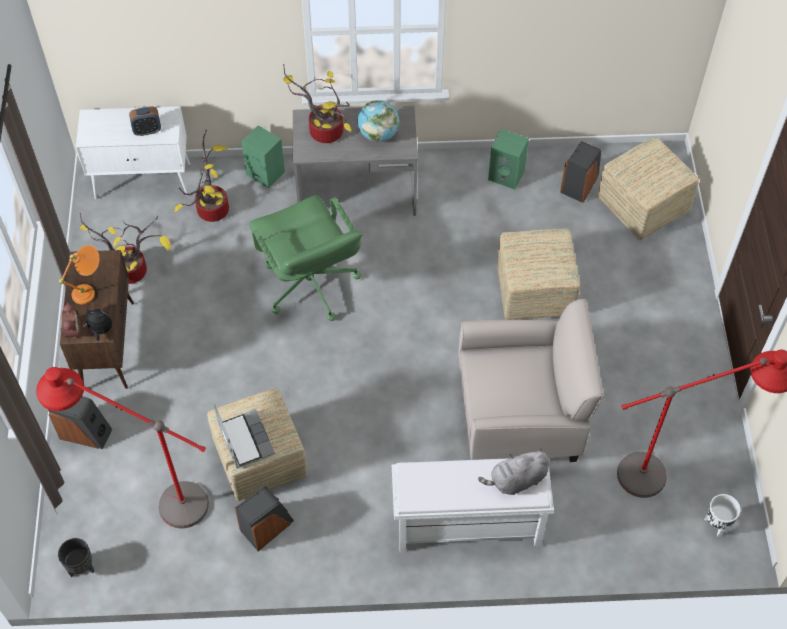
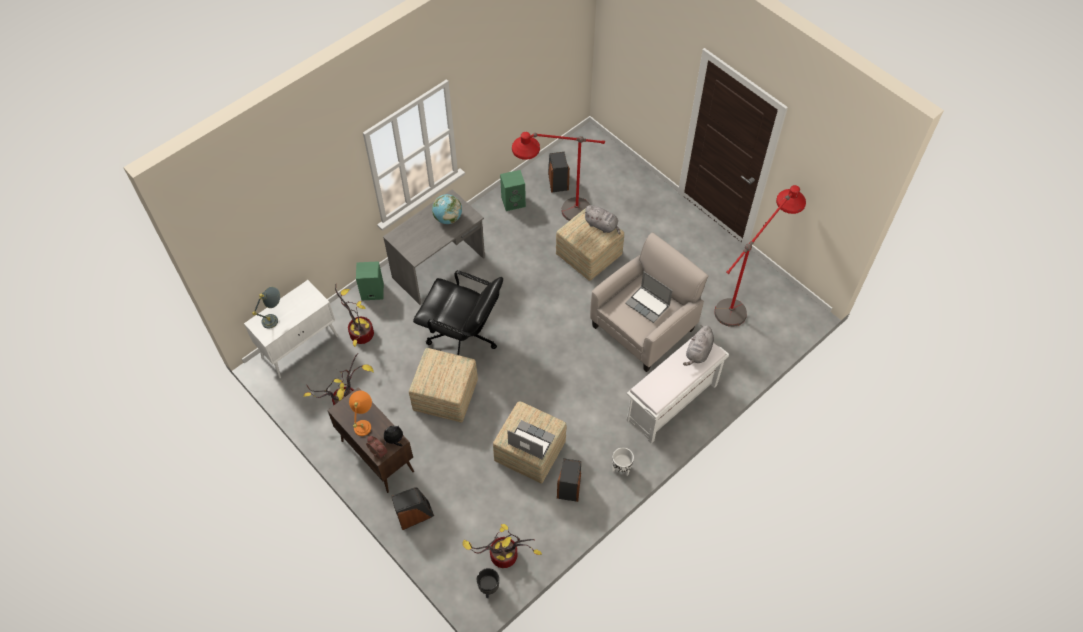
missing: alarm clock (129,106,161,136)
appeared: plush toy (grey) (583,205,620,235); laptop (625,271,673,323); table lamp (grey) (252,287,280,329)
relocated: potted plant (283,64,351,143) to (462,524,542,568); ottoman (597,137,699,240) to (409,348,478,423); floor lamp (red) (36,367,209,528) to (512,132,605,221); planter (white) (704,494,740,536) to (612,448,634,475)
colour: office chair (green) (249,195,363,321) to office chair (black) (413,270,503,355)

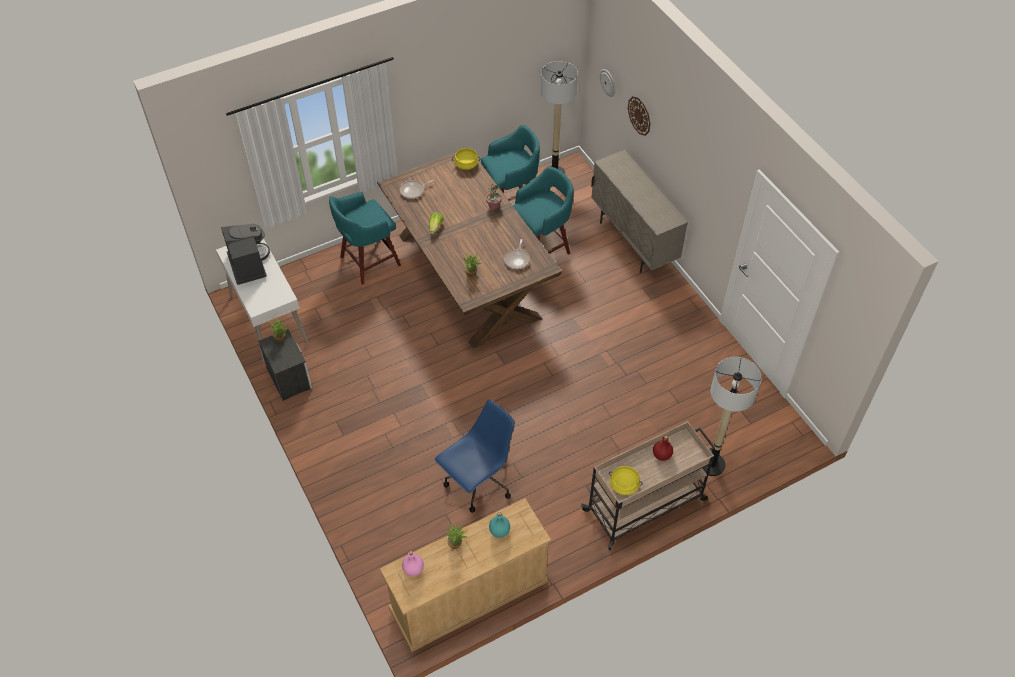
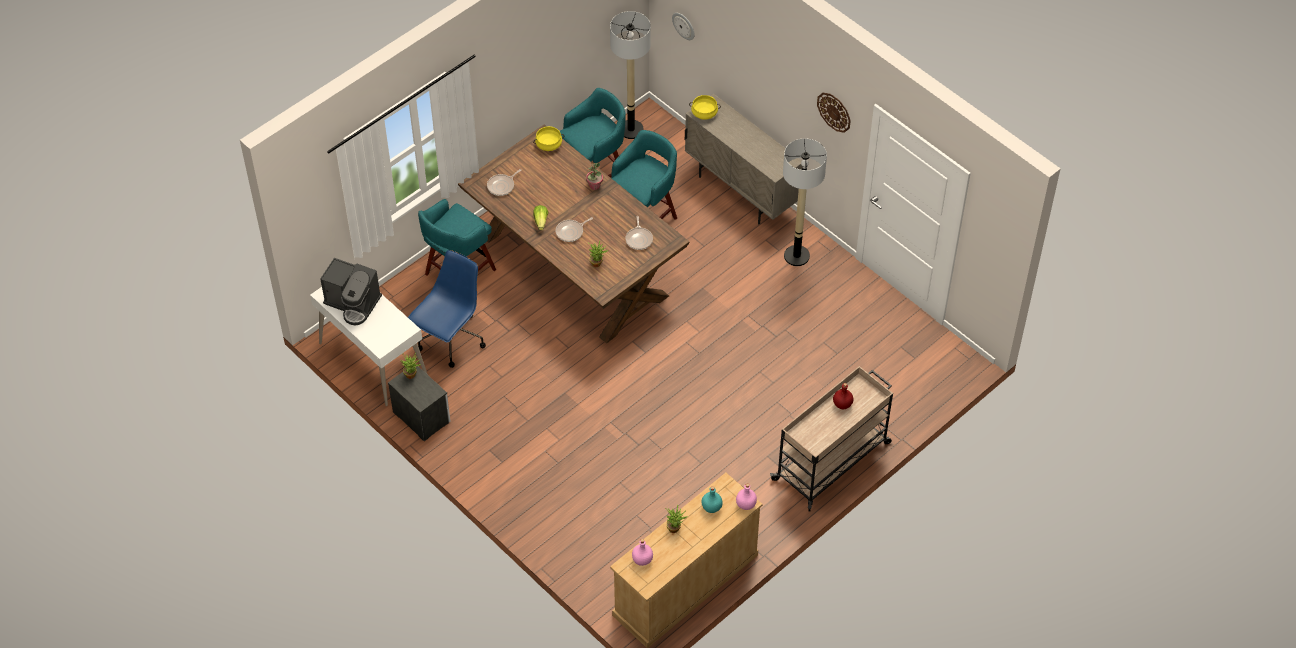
appeared: frying pan (556,217,593,242); bottle (pink) (736,483,757,510)
relocated: wall clock (628,96,650,136) to (817,93,851,133); floor lamp (704,357,762,476) to (783,138,827,266); office chair (blue) (435,400,515,513) to (408,250,486,368); cooking pot (yellow) (609,466,643,495) to (689,95,721,120)
spun: coffee machine (221,224,270,285) = (320,258,382,325) 150 degrees clockwise

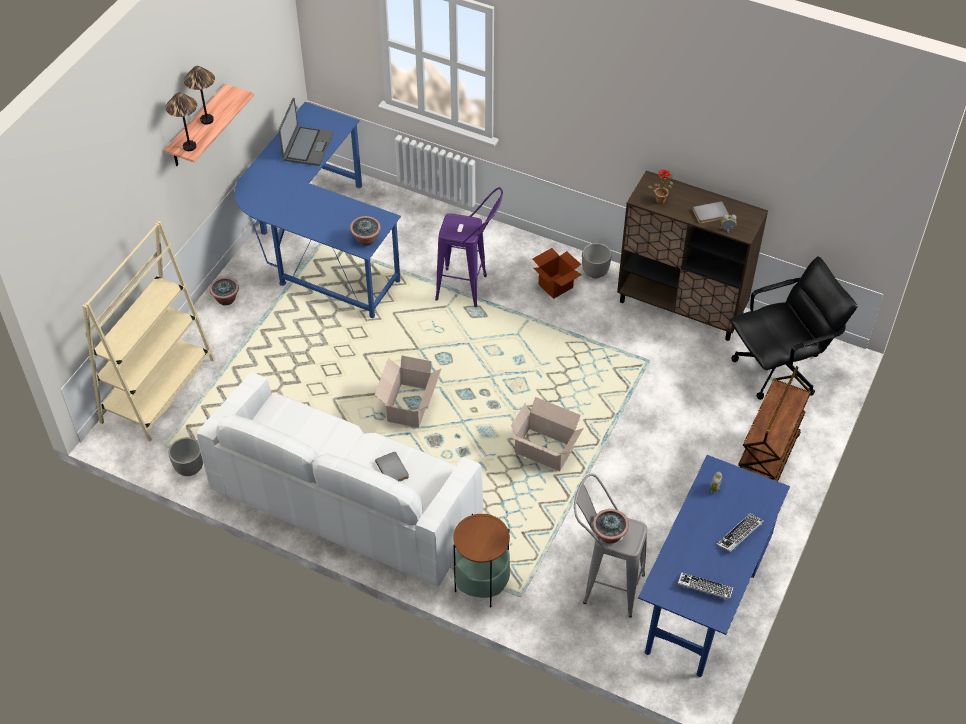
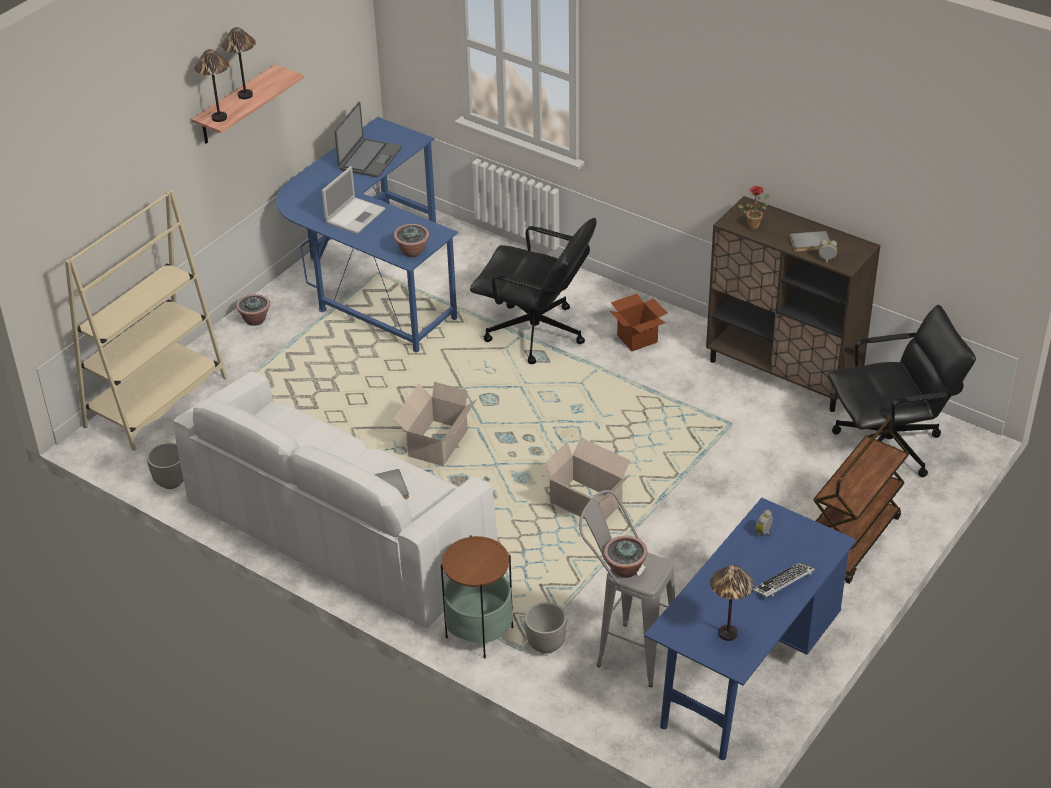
appeared: laptop (322,166,386,234)
relocated: planter (582,243,612,279) to (524,602,567,654)
exchanged: stool (purple) (435,187,503,307) to office chair (black) (470,218,597,364); keyboard (678,572,733,600) to table lamp (710,565,754,641)

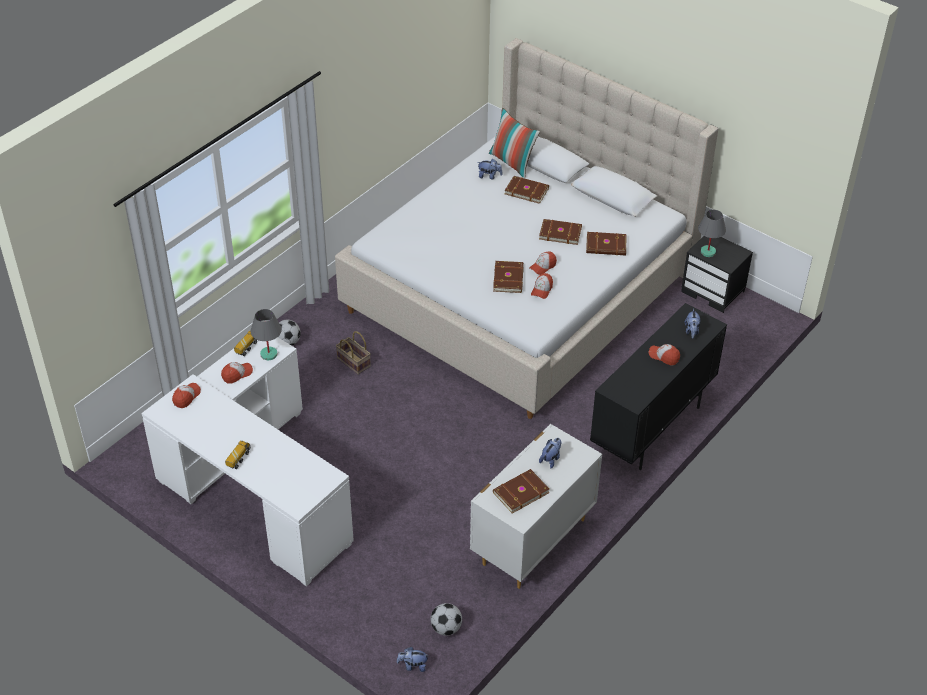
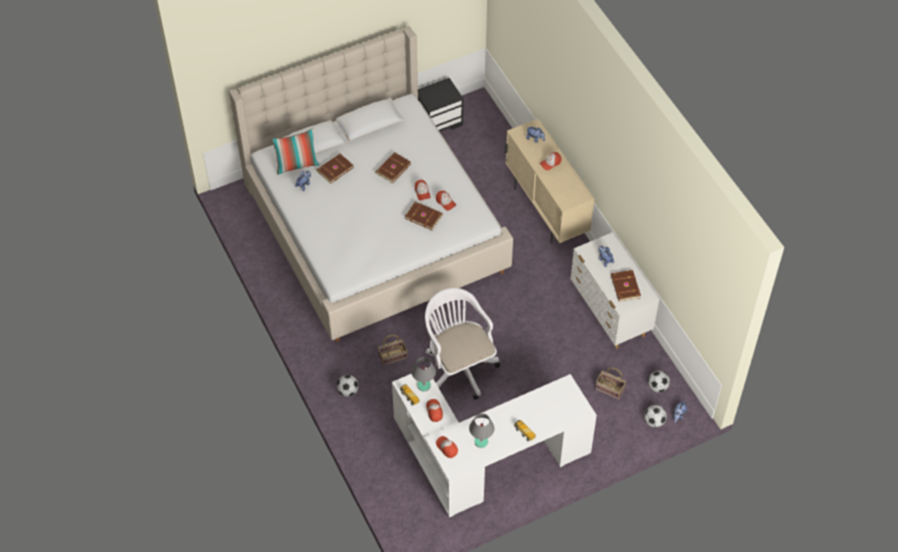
missing: book (brown) (586,232,626,255)
appeared: office chair (white) (425,288,500,400); basket (595,368,626,400); football (644,405,667,428)
relocated: table lamp (grey) (698,210,726,257) to (469,413,494,448)
colour: cabinet (black) (590,303,727,470) to cabinet (beige) (505,119,594,244)

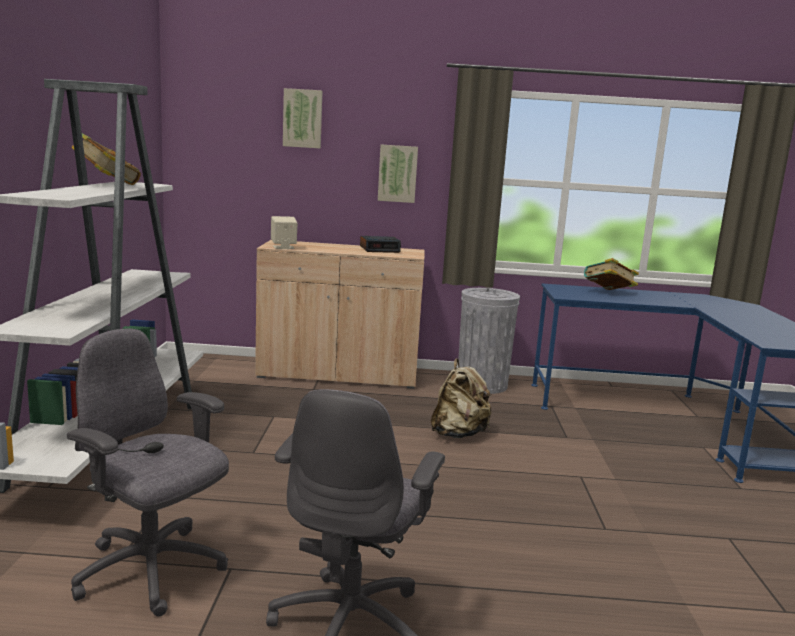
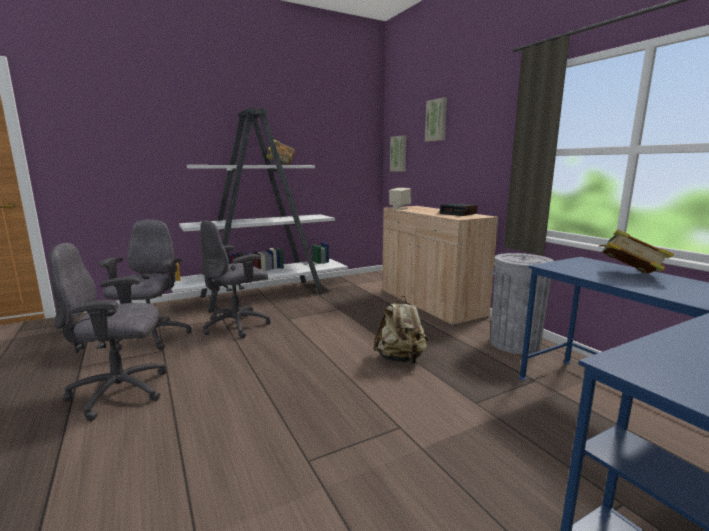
appeared: office chair (grey) (200,220,271,338)
relocated: picture (378,144,418,203) to (390,135,406,172)

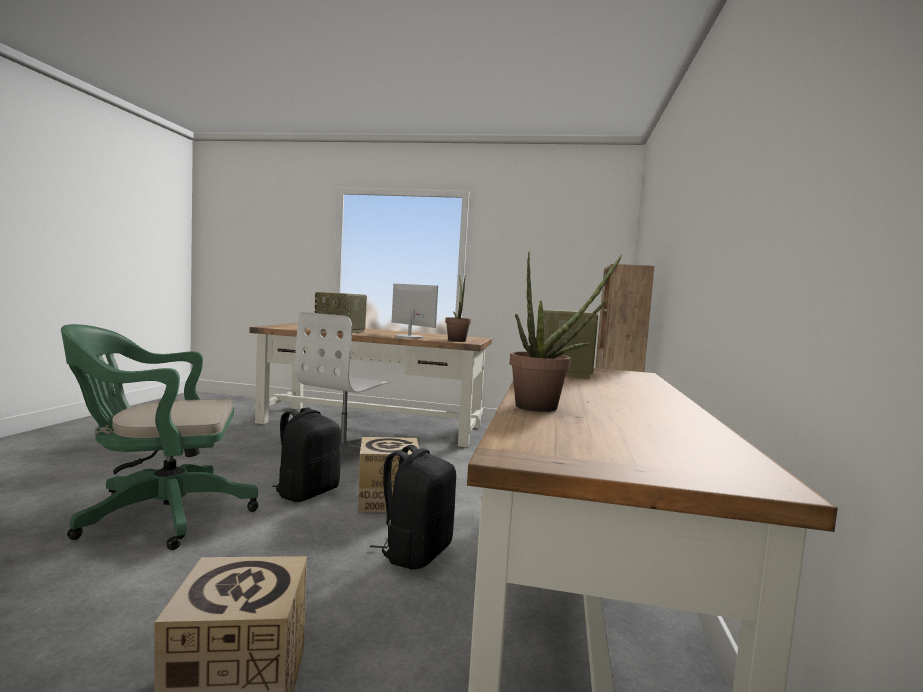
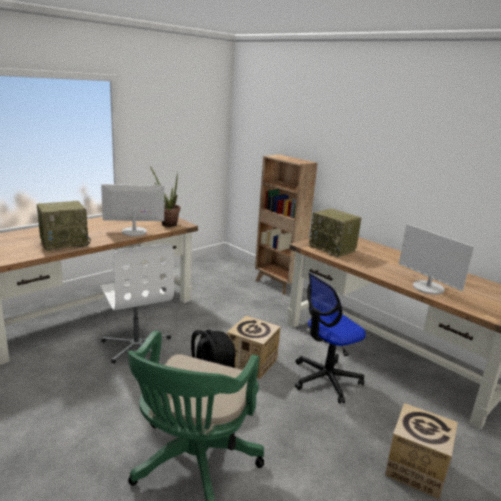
exchanged: potted plant (509,252,622,412) to monitor (399,224,474,294); backpack (black) (370,445,456,569) to office chair (295,273,366,404)

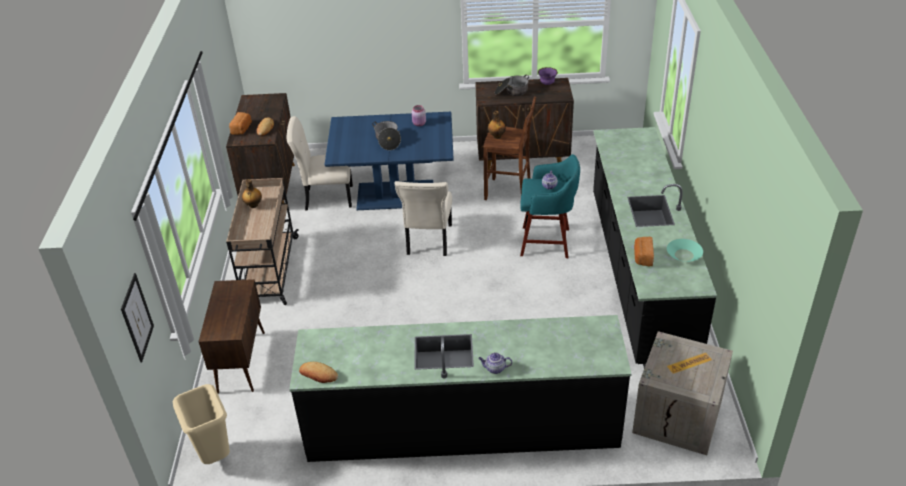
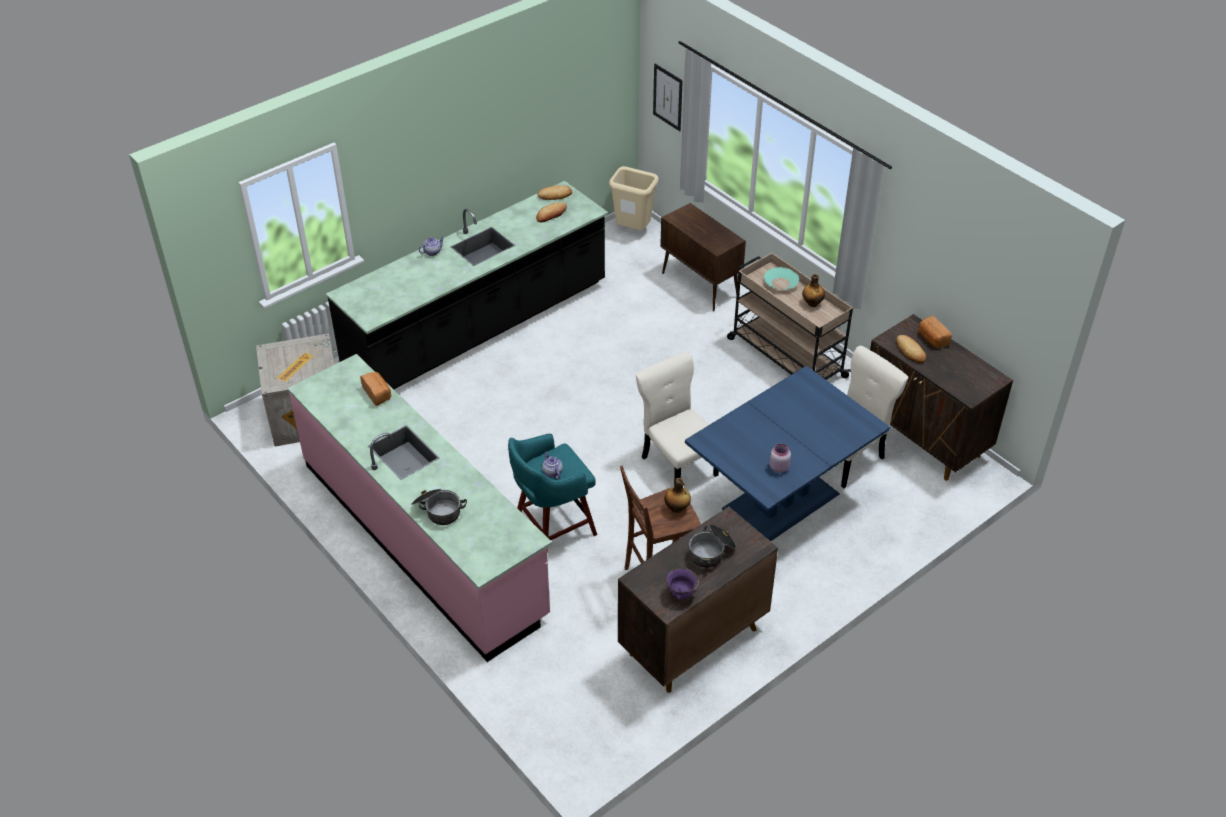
appeared: bread (536,202,567,222)
relocated: cooking pot (372,121,401,150) to (411,489,467,525); bowl (turquoise) (667,239,703,262) to (764,267,799,290)
colour: counter (black) (593,127,717,368) to counter (pink) (287,354,552,662)

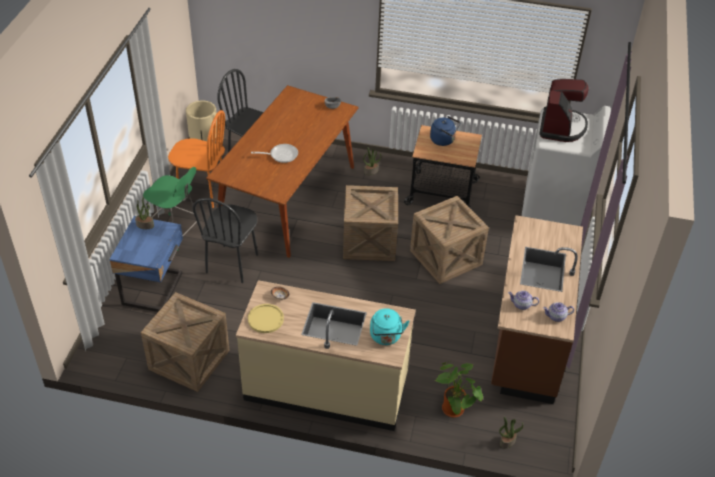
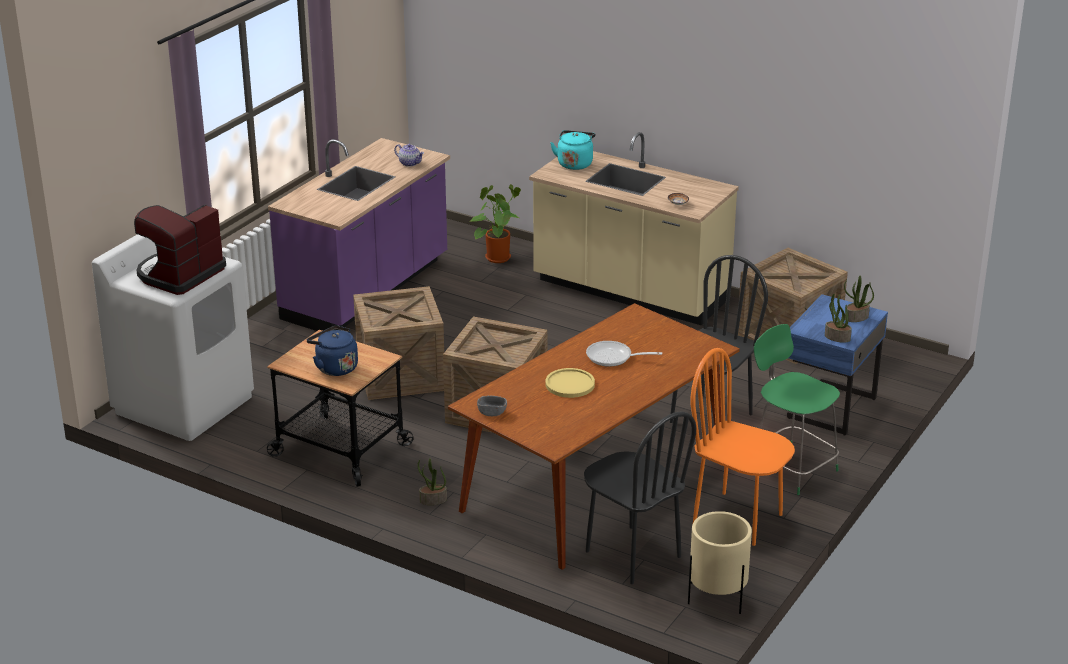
missing: teapot (543,302,574,322)
relocated: plate (yellow) (248,304,284,333) to (545,368,595,398); potted plant (499,416,523,449) to (844,276,874,322)
colour: counter (brown) (491,215,583,404) to counter (purple) (268,138,450,331)

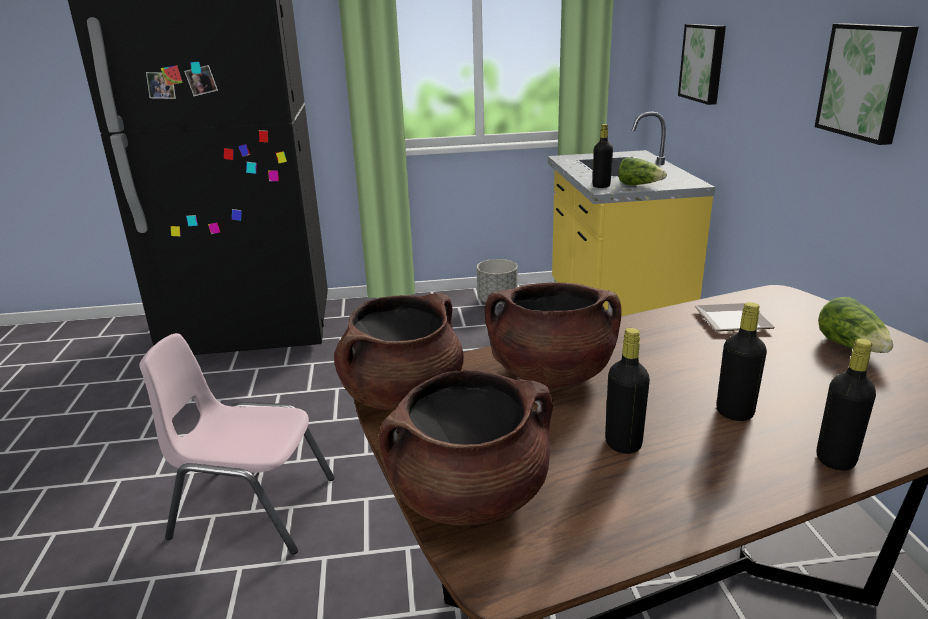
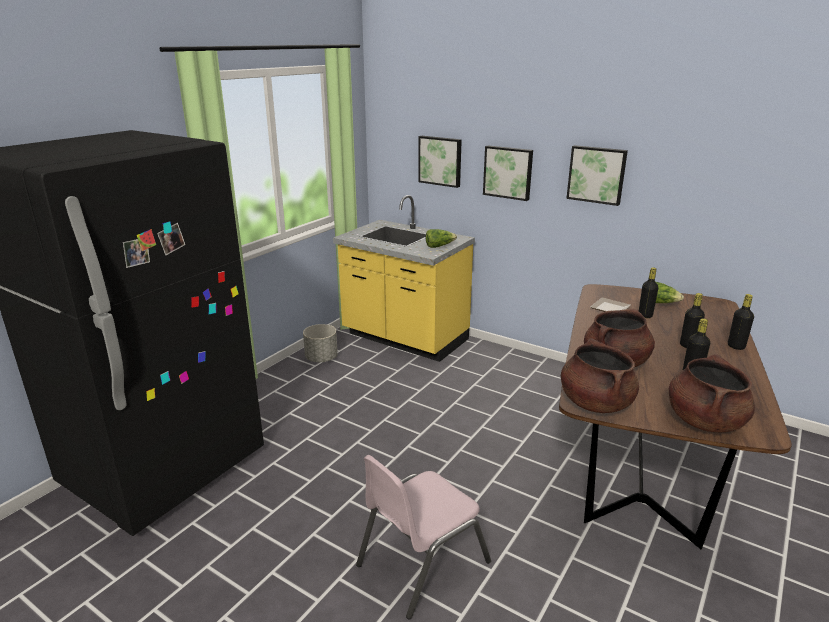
appeared: picture (483,145,533,201)
relocated: bottle (black) (593,124,613,188) to (639,267,658,318)

